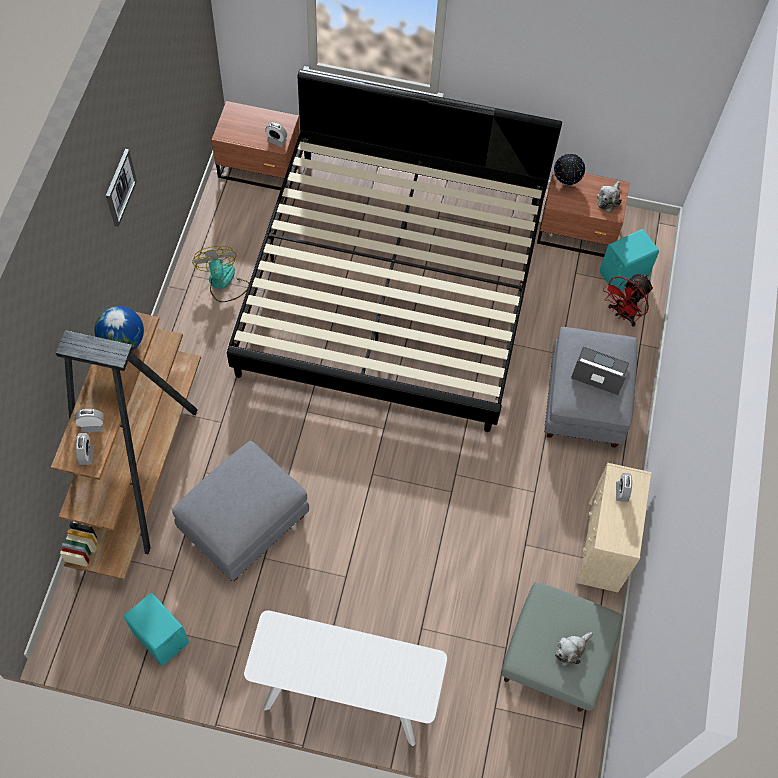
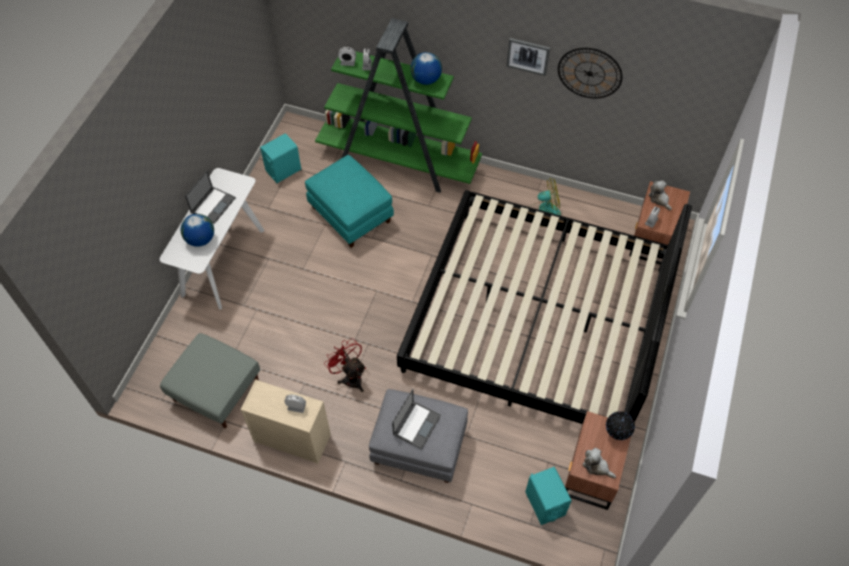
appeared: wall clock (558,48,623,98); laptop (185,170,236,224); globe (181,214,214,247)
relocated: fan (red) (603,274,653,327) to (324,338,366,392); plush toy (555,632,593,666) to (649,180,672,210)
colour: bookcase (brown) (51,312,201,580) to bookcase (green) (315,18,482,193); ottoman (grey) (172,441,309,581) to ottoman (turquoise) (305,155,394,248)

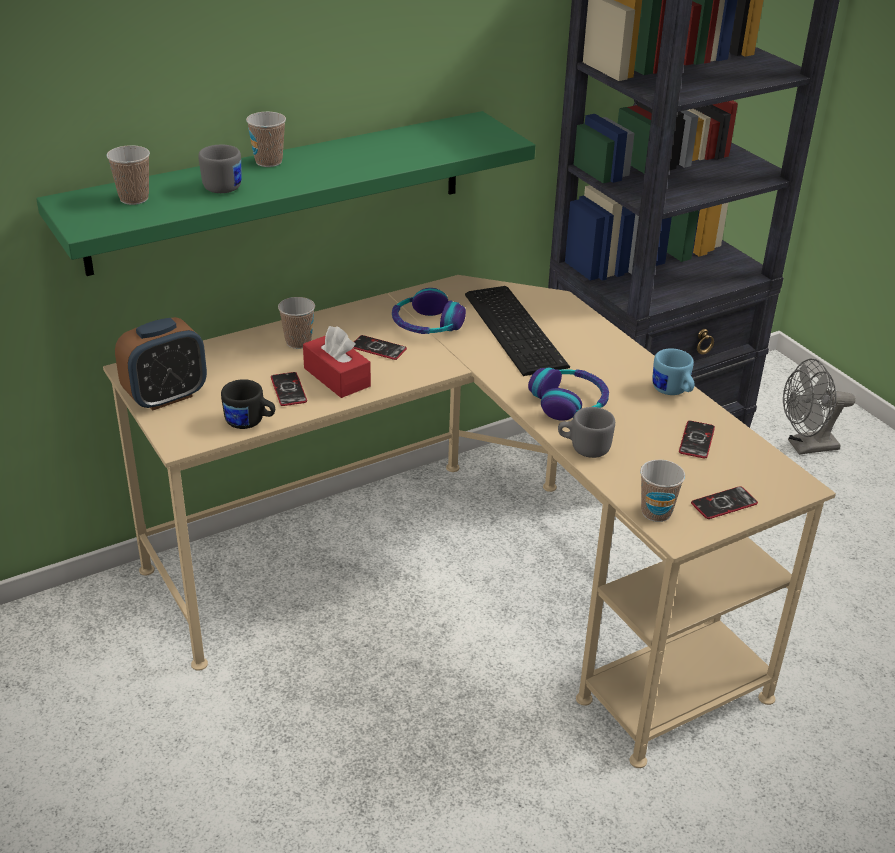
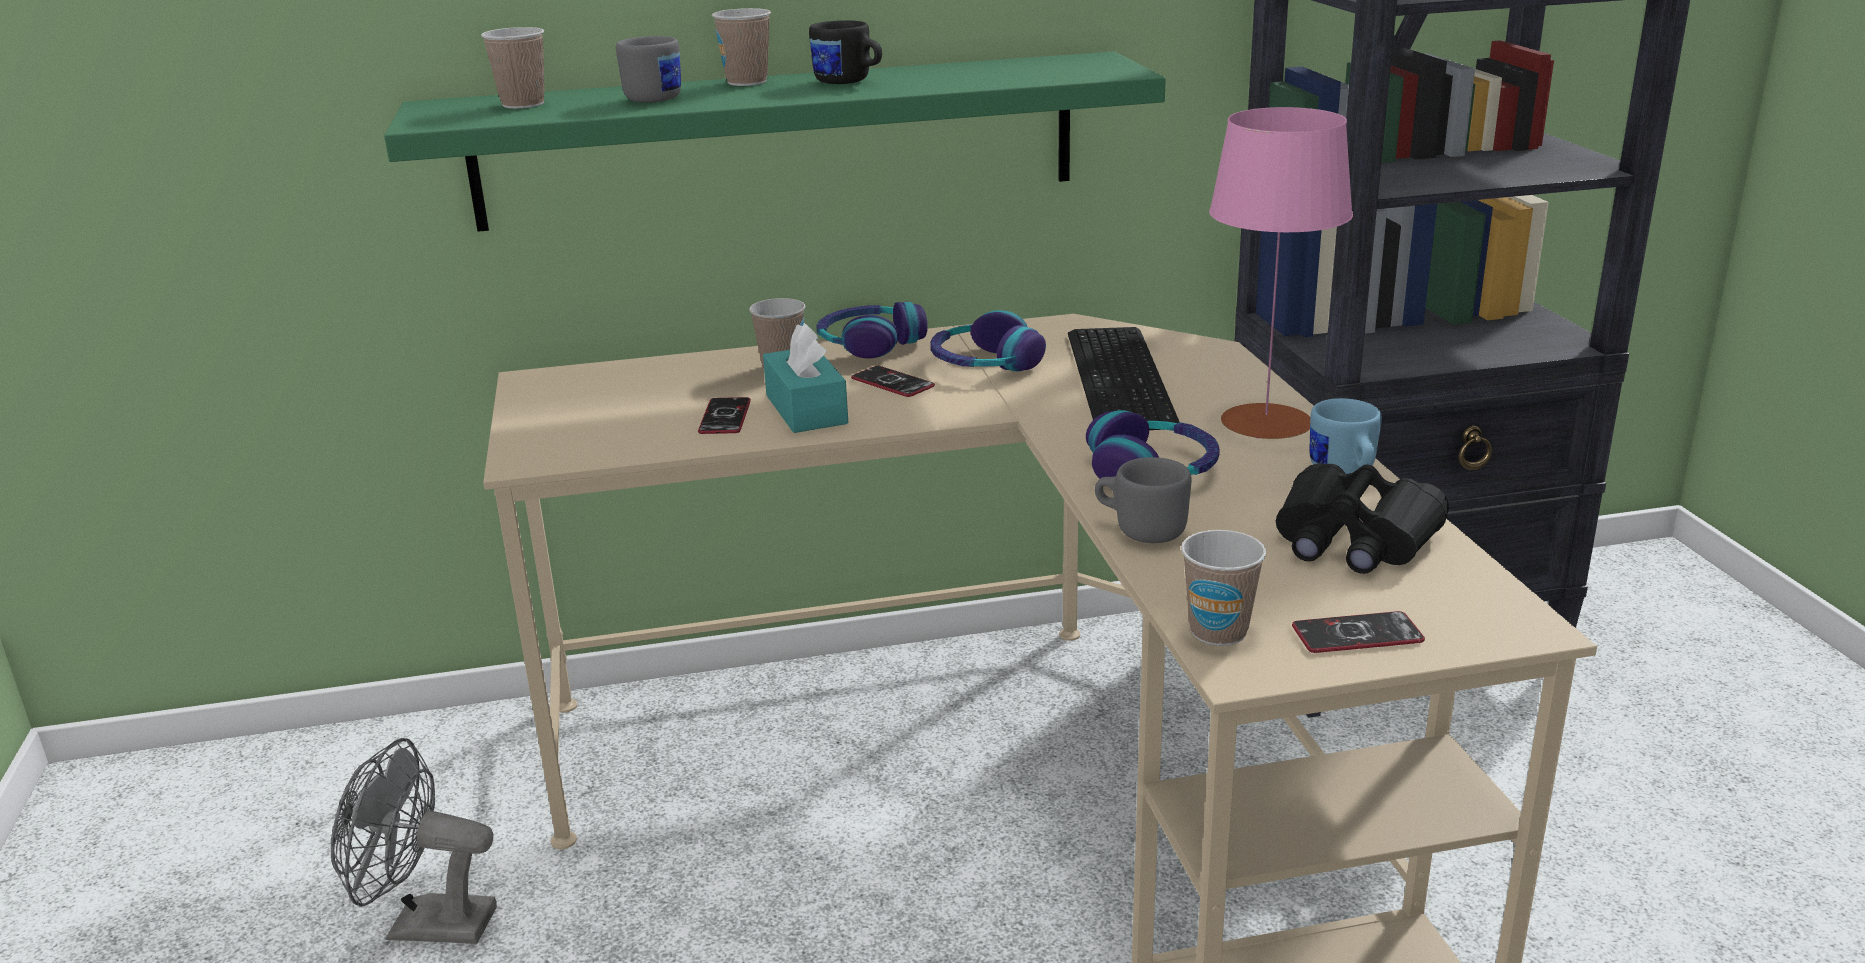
missing: alarm clock (115,317,207,411)
appeared: table lamp (pink) (1209,107,1353,439); headphones (816,302,928,358)
relocated: fan (grey) (783,358,856,455) to (331,738,497,944); mug (black) (221,379,275,429) to (809,20,882,84)
exchanged: phone (679,421,715,459) to binoculars (black) (1276,463,1449,574)
colour: tissue box (red) (303,326,371,398) to tissue box (turquoise) (763,323,848,433)

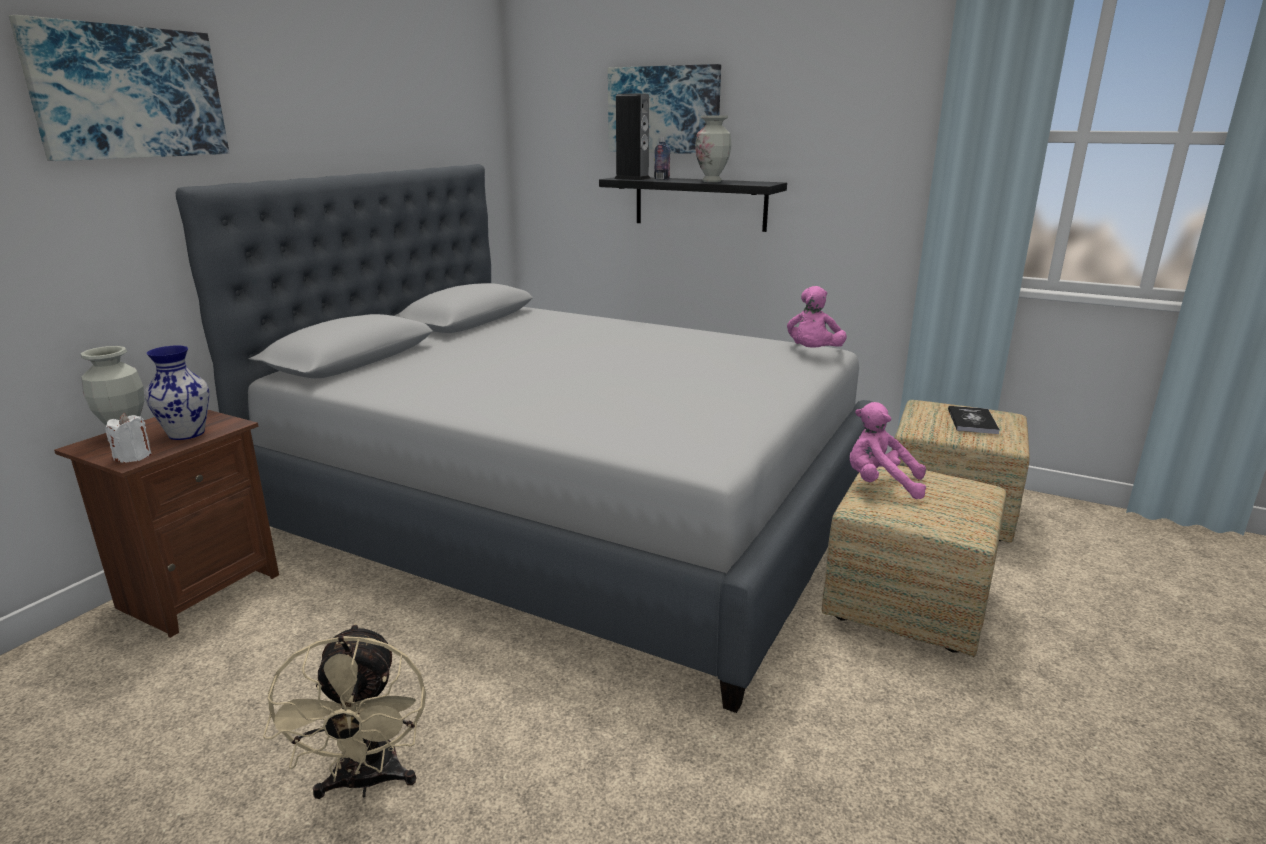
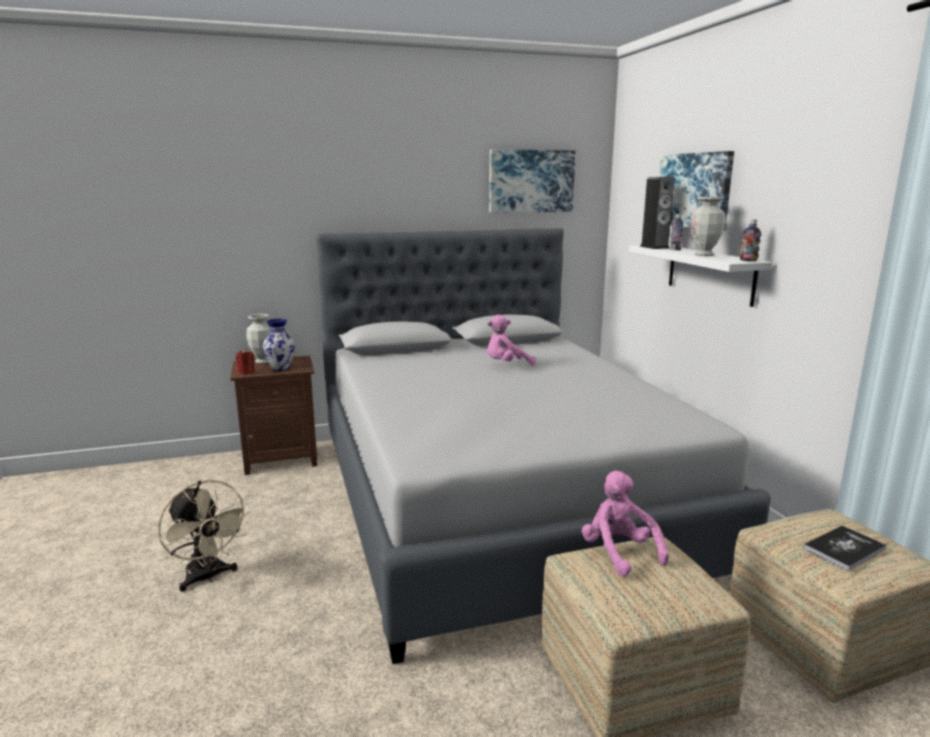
appeared: bottle (740,219,761,261)
relocated: picture (9,15,229,161) to (489,149,575,213); plush toy (pink) (787,286,847,348) to (487,315,536,365)
colour: shelf (black) (599,177,787,232) to shelf (white) (629,245,773,307); candle (white) (105,413,151,463) to candle (red) (236,349,255,375)
spun: fan (beige) (263,623,426,799) = (158,480,250,592) 75 degrees counterclockwise

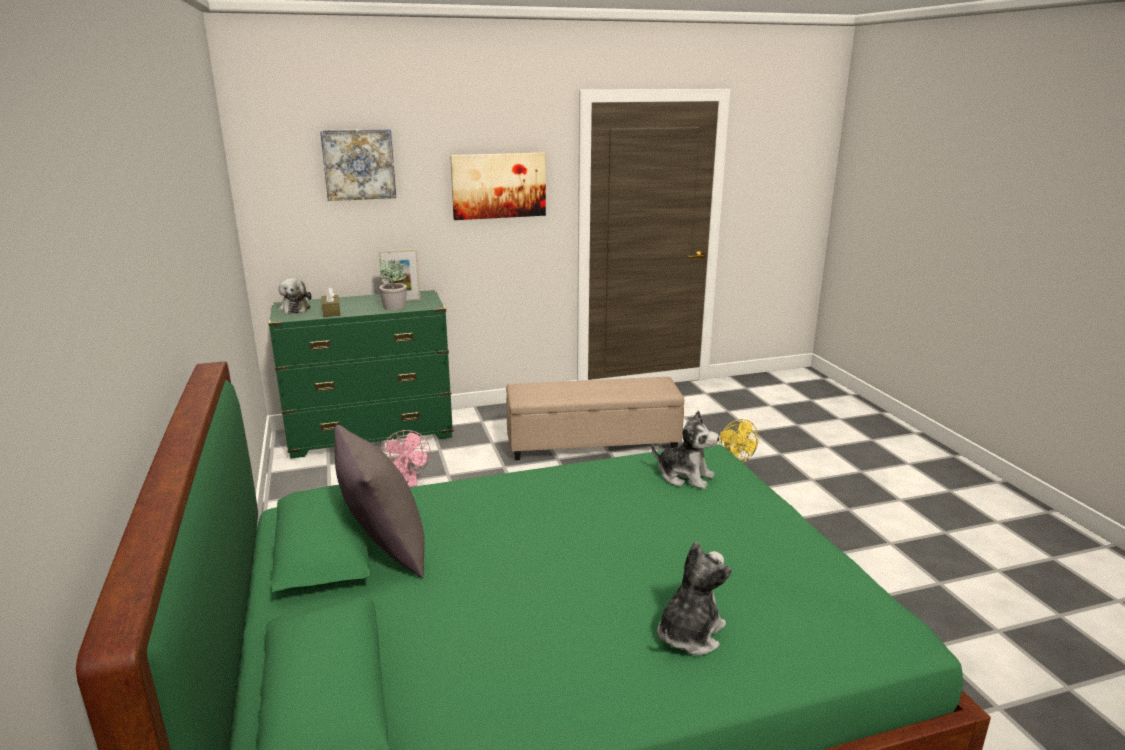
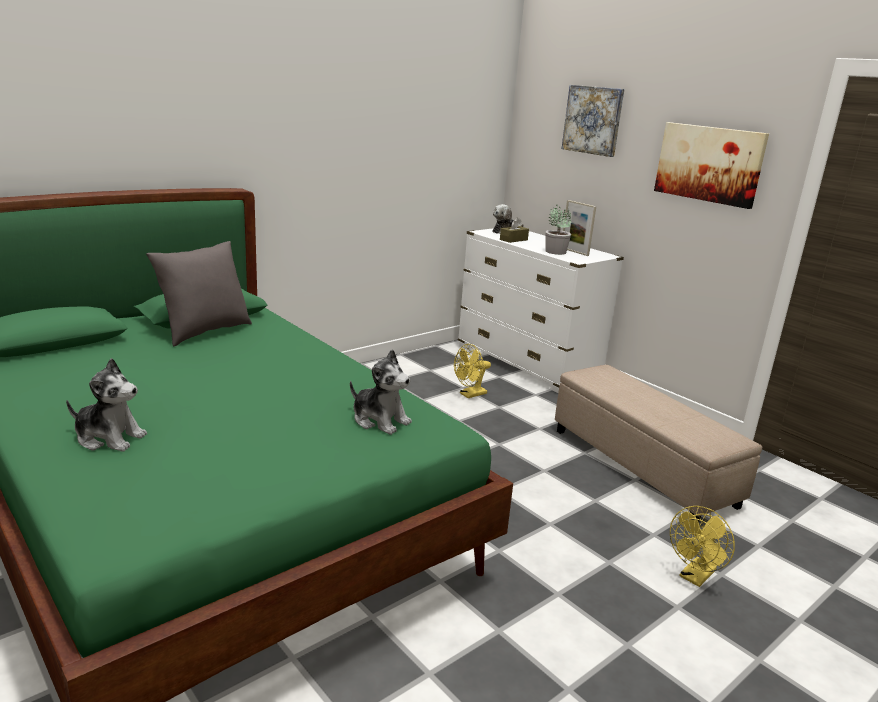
colour: dresser (green) (268,290,453,459) to dresser (white) (458,228,624,393); fan (pink) (382,430,431,487) to fan (yellow) (454,344,491,398)
spun: plush toy (651,411,719,489) = (350,349,412,435) 60 degrees counterclockwise

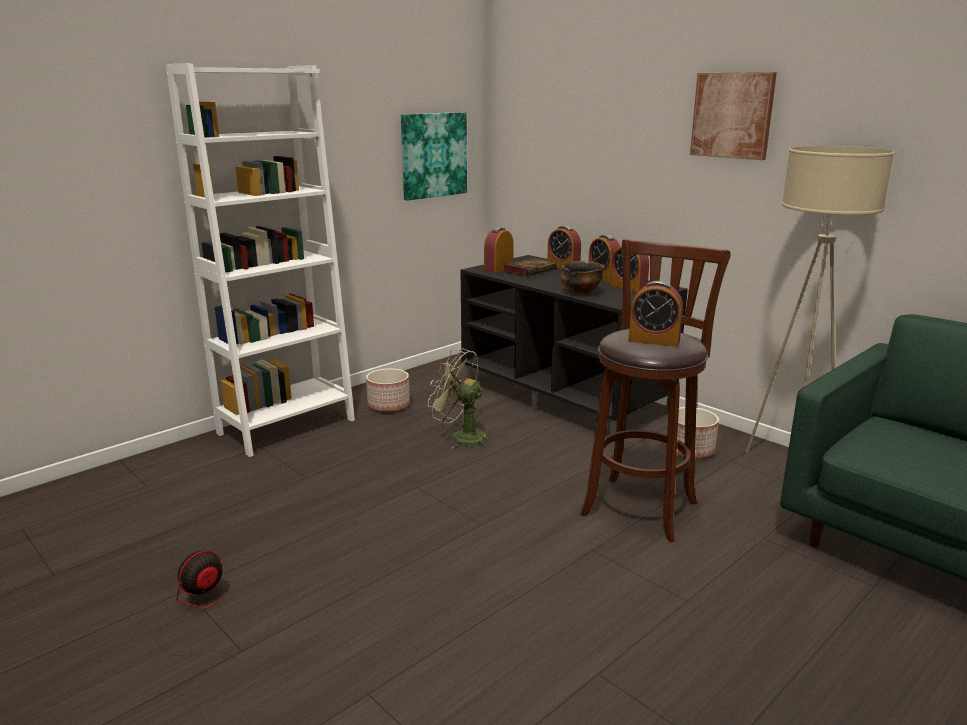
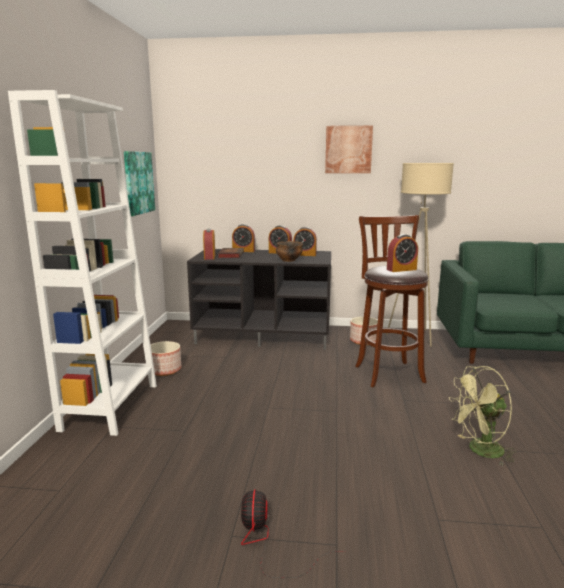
relocated: fan (green) (428,349,490,450) to (449,366,516,467)

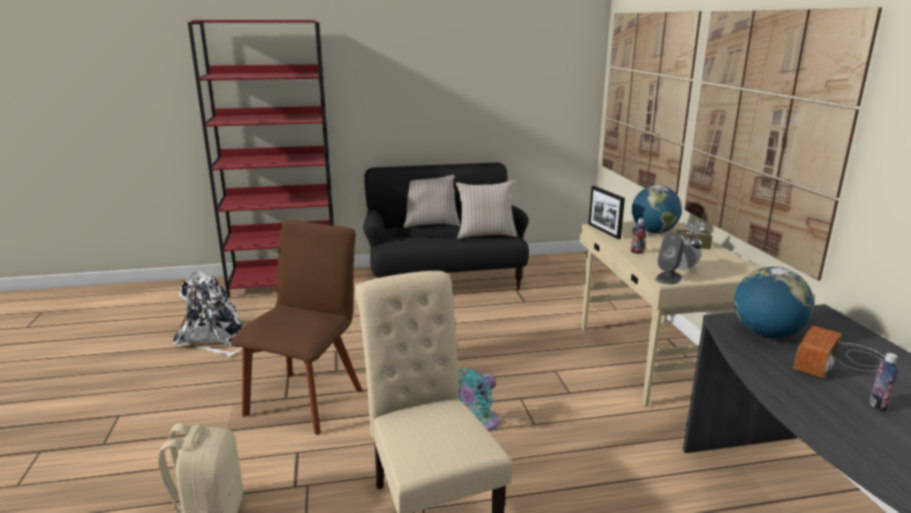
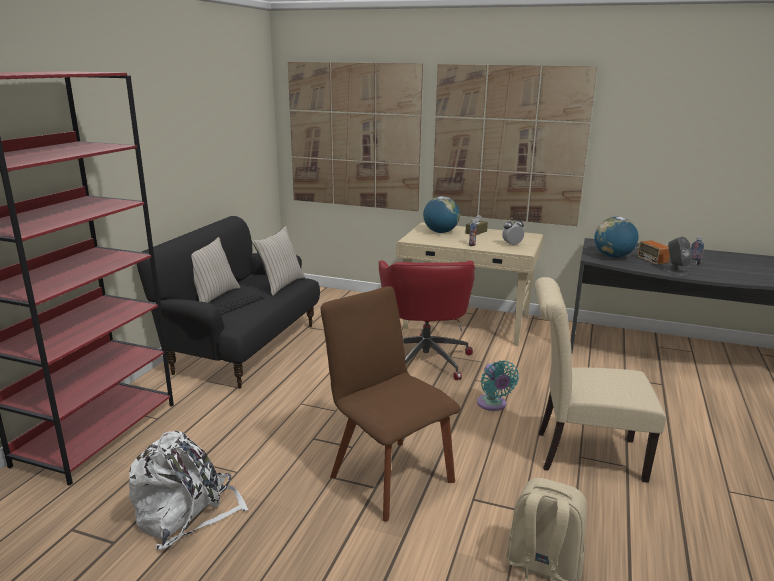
missing: picture frame (588,186,625,239)
appeared: office chair (red) (379,260,475,380)
relocated: speaker (grey) (655,232,684,285) to (663,237,692,276)

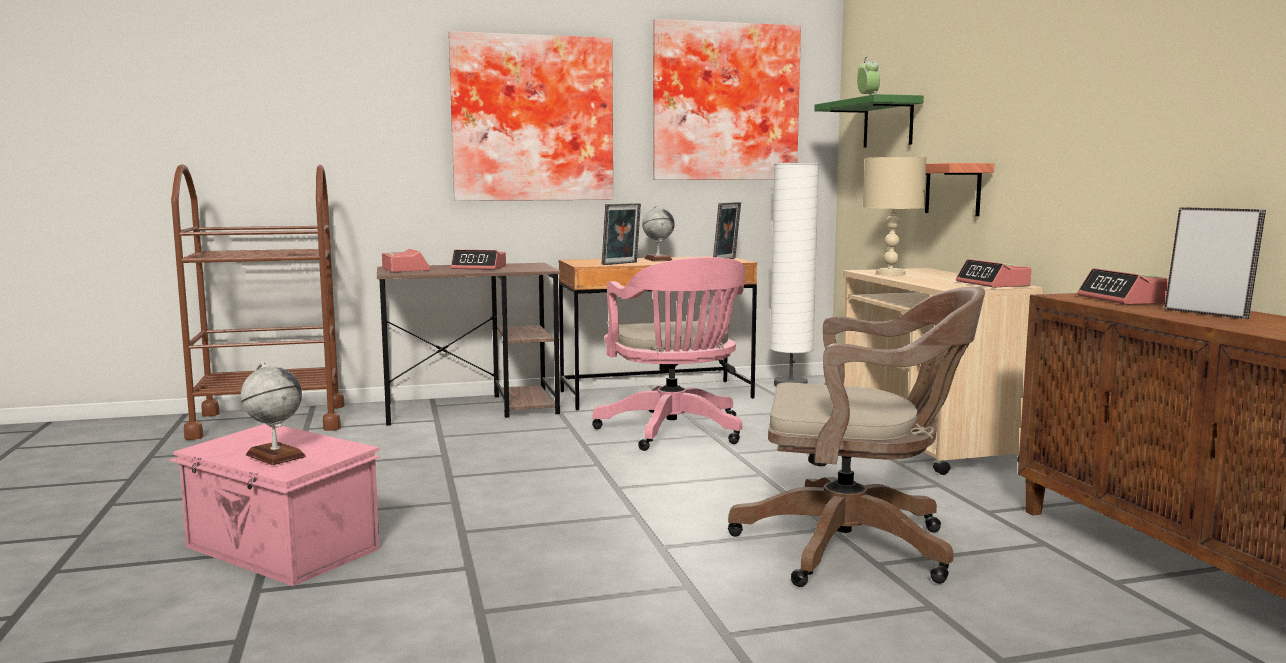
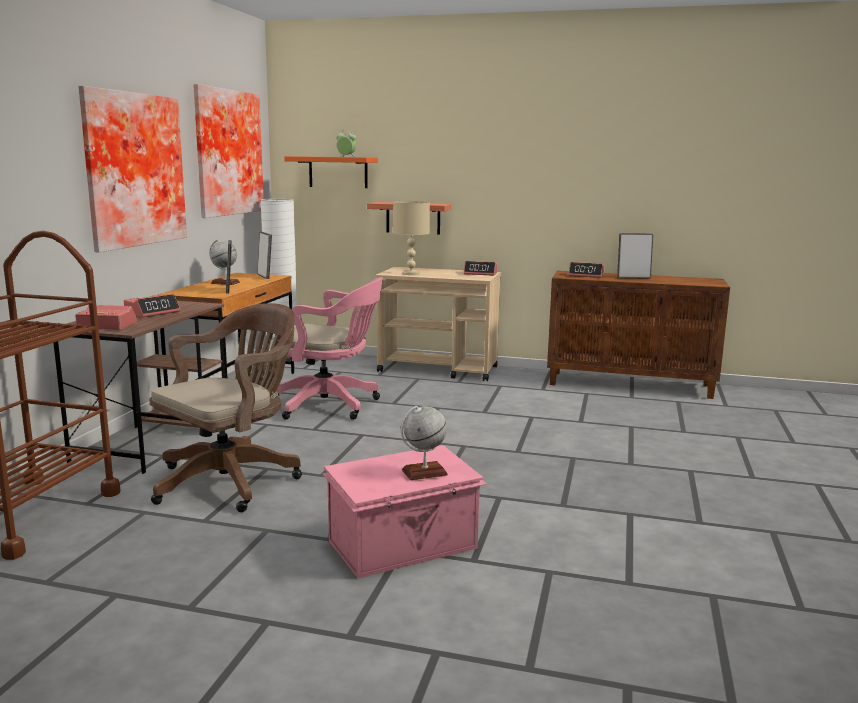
relocated: office chair (brown) (728,287,985,587) to (149,303,302,512)
colour: shelf (green) (814,94,924,148) to shelf (orange) (284,156,378,188)

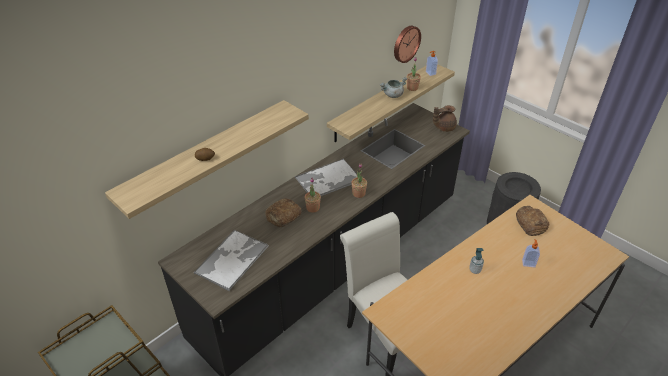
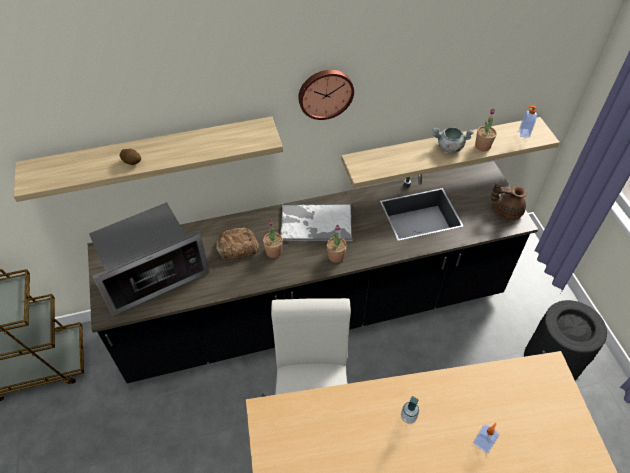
missing: bread (516,206,549,236)
relocated: wall clock (394,26,421,63) to (298,70,354,120)
exchanged: tray (193,229,268,291) to microwave (89,202,210,316)

